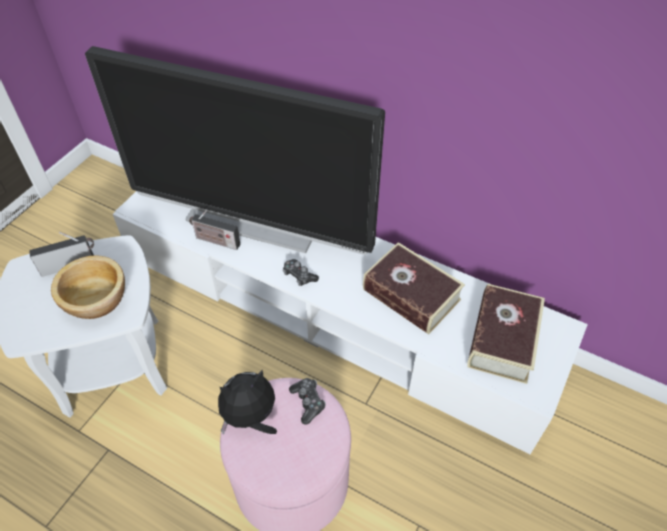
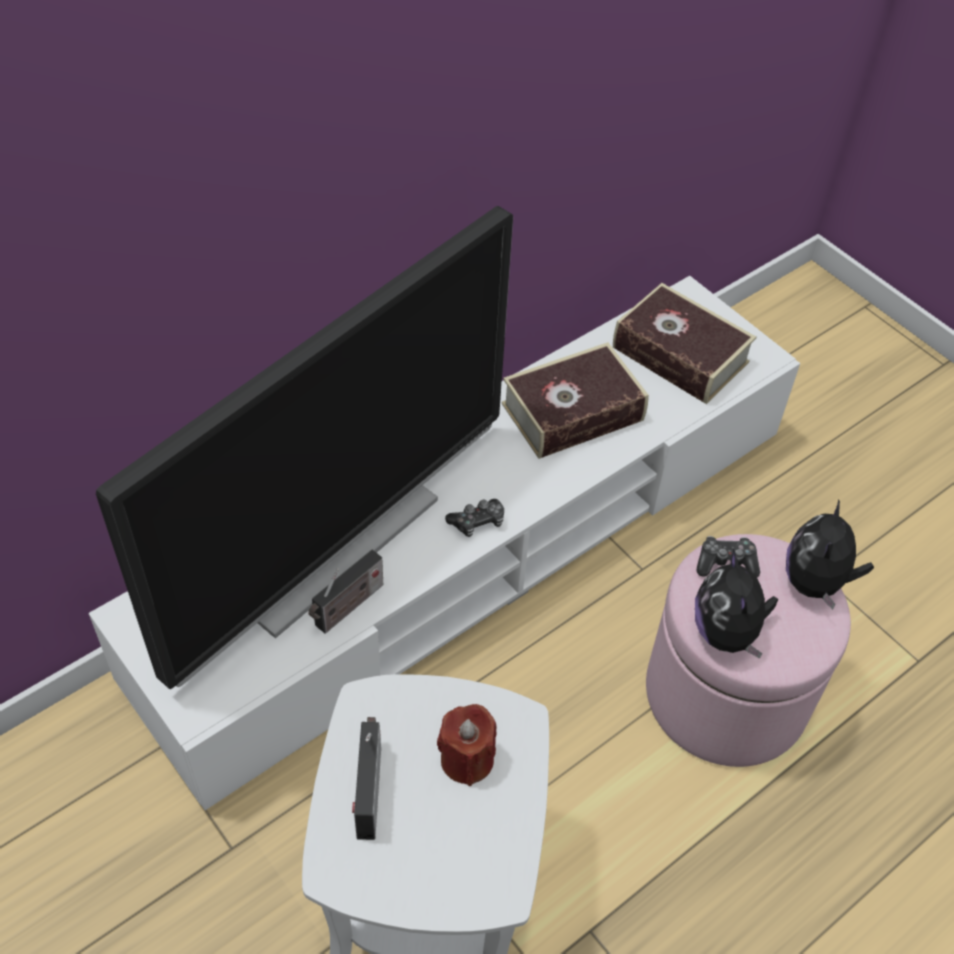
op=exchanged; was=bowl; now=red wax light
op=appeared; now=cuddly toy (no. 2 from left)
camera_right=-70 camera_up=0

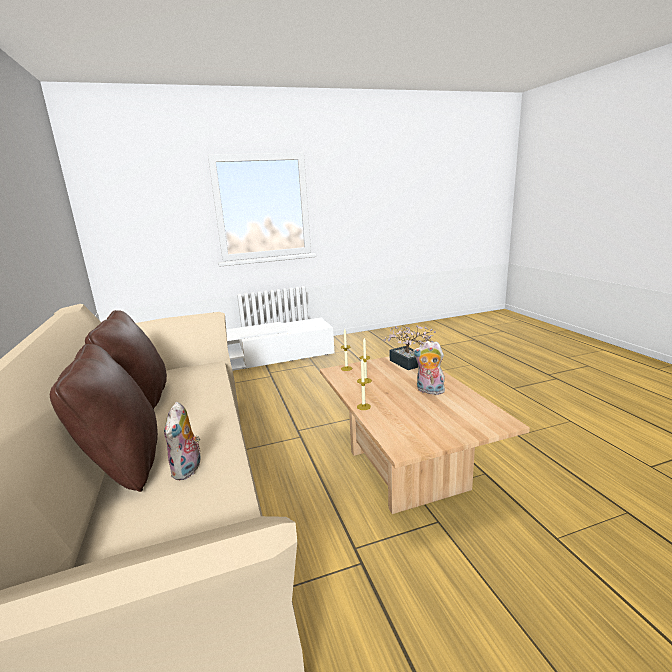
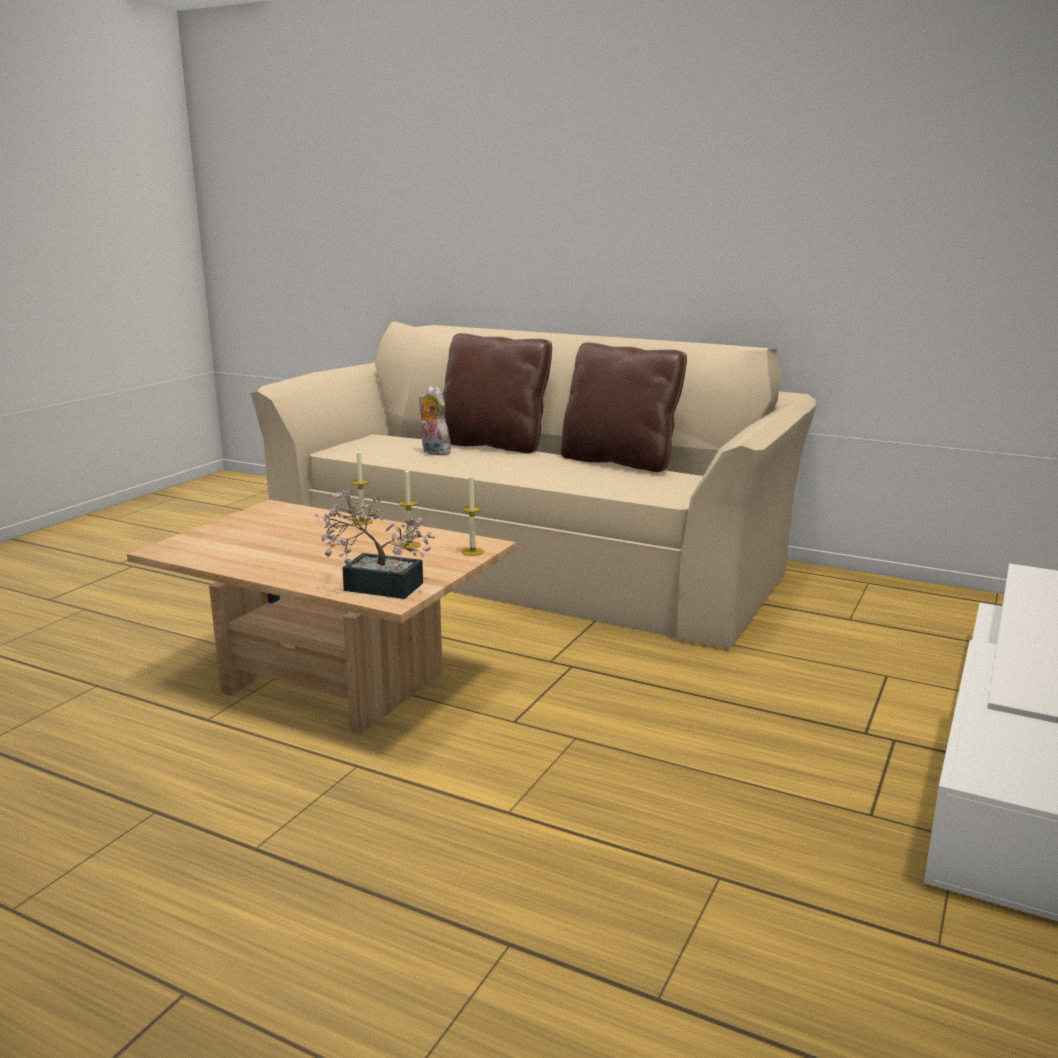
op=missing; was=cuddly toy (no. 2 from left)
camera_right=135 camera_up=0

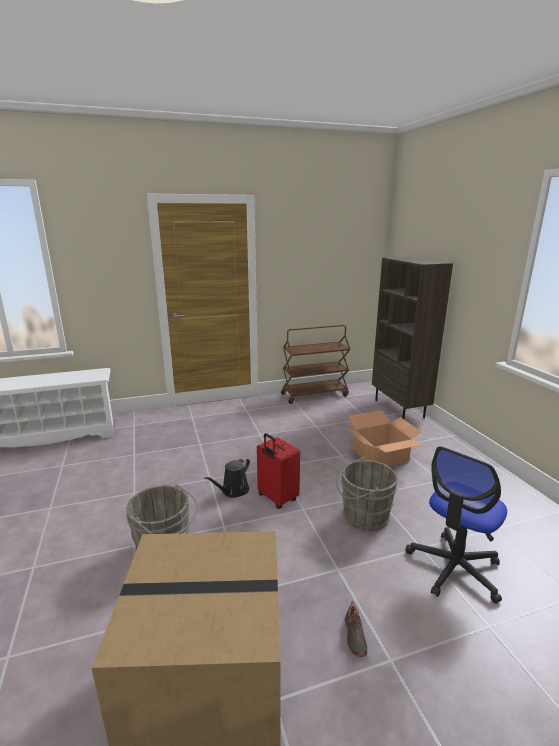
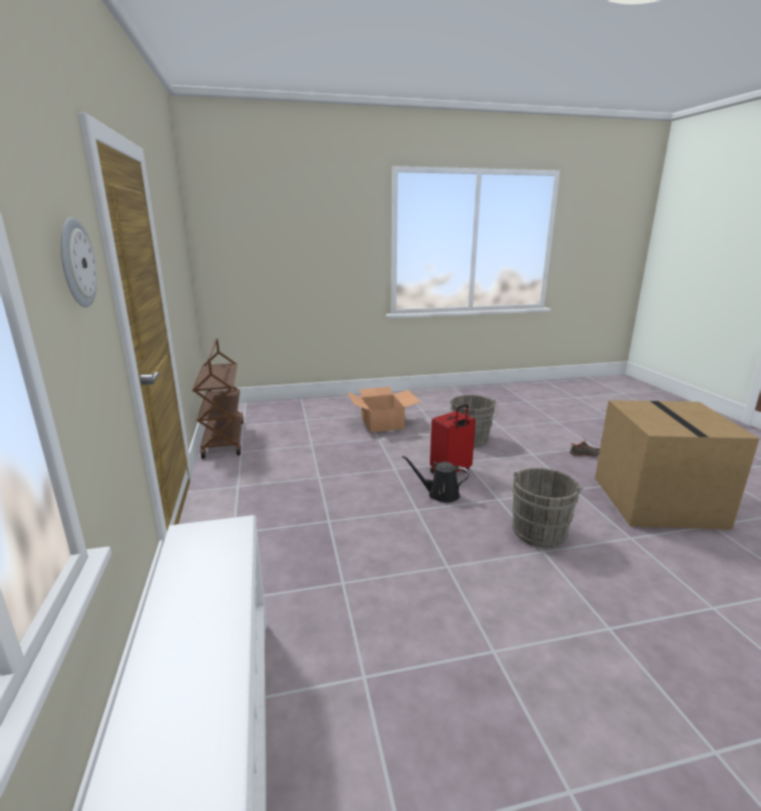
op=appeared; now=wall clock
op=spun; was=blackish watering can; clockwise=150
op=missing; was=brownish shelving unit
op=missing; was=desk chair
camera_right=-85 camera_up=0

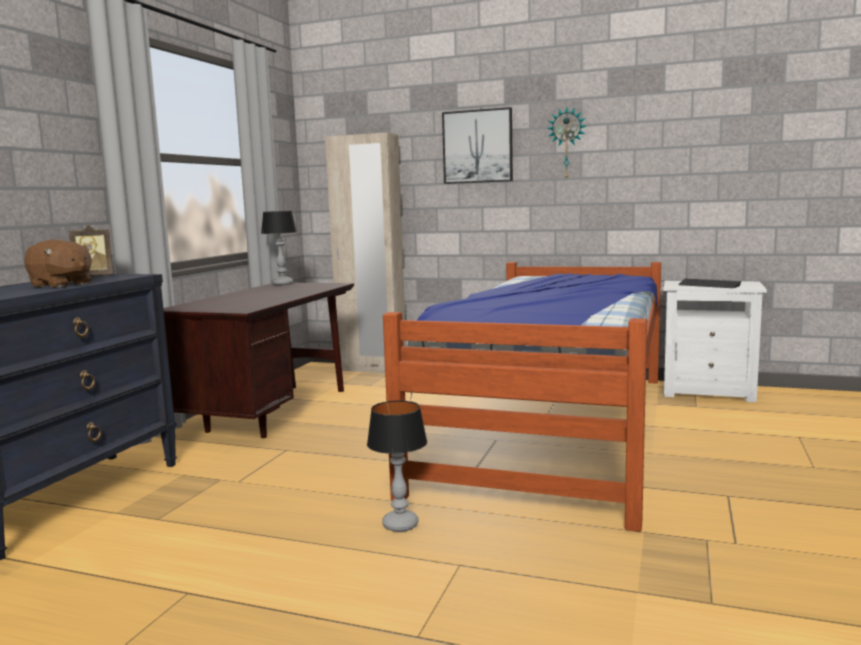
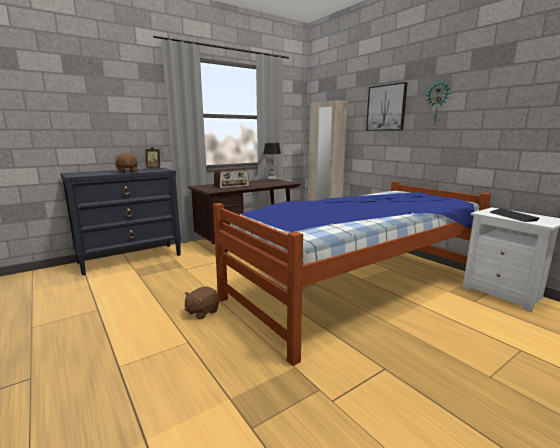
op=exchanged; was=lamp for a table (no. 2 from left); now=brownish cuddly toy (no. 2 from left)
op=appeared; now=radio set
camera_right=35 camera_up=5

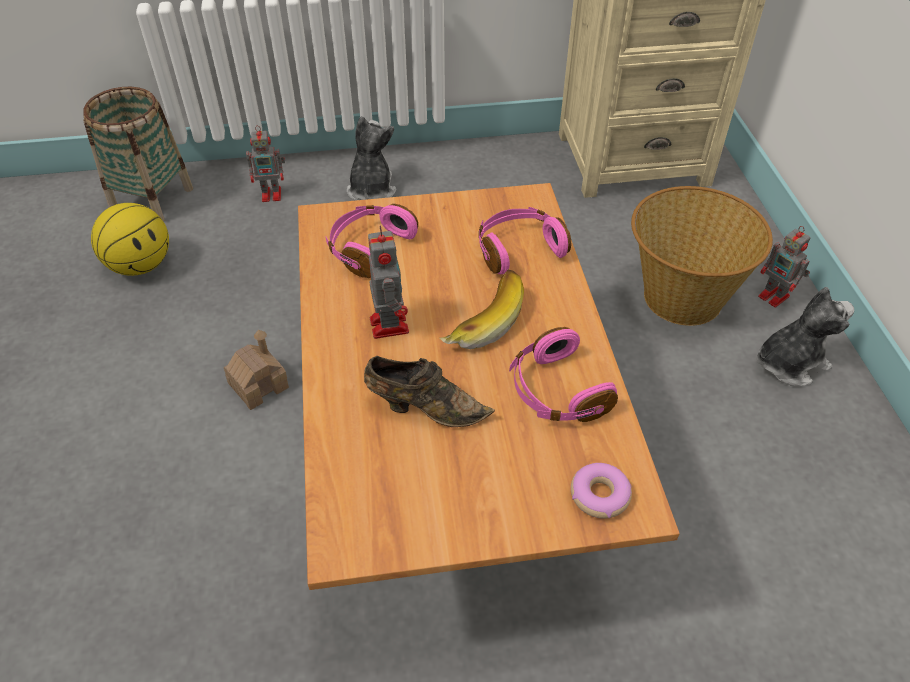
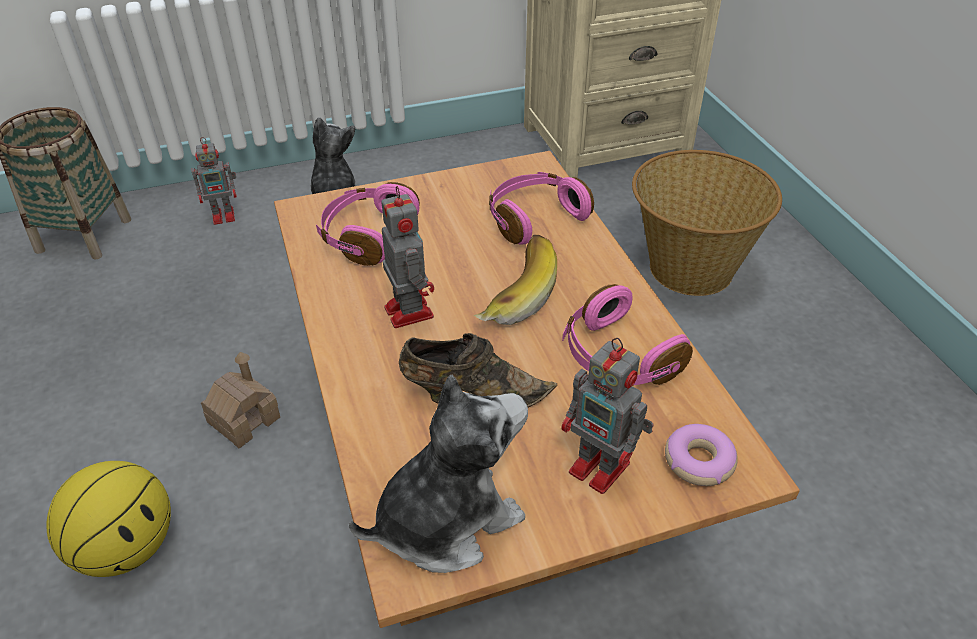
op=relocated; was=ball for basketball
op=relocated; was=cuddly toy (no. 2 from left)
op=relocated; was=robot figure (no. 3 from left)
camera_right=-10 camera_up=-5

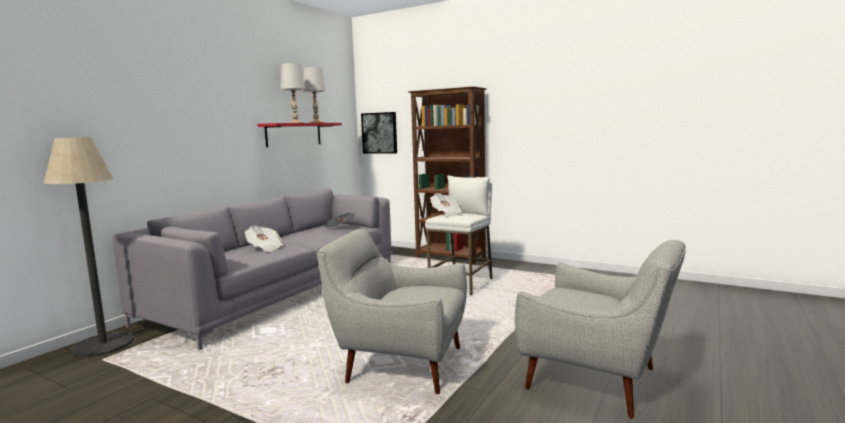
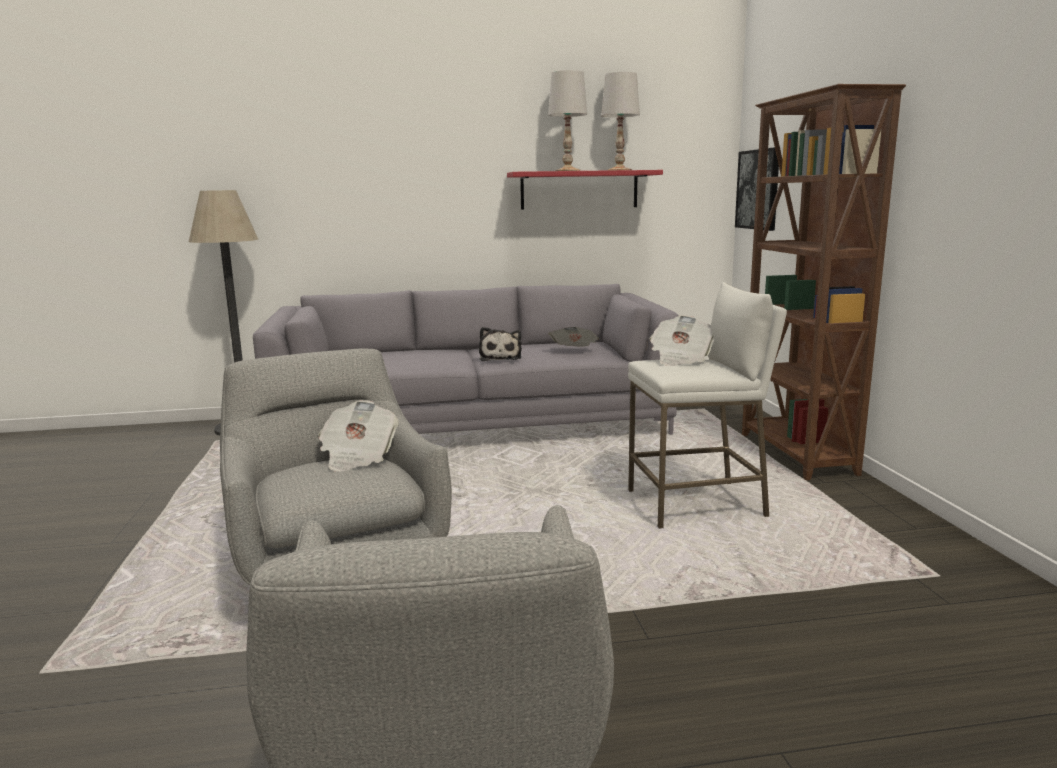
op=relocated; was=printed paper (no. 1 from left)
op=appeared; now=cuddly toy
camera_right=50 camera_up=5

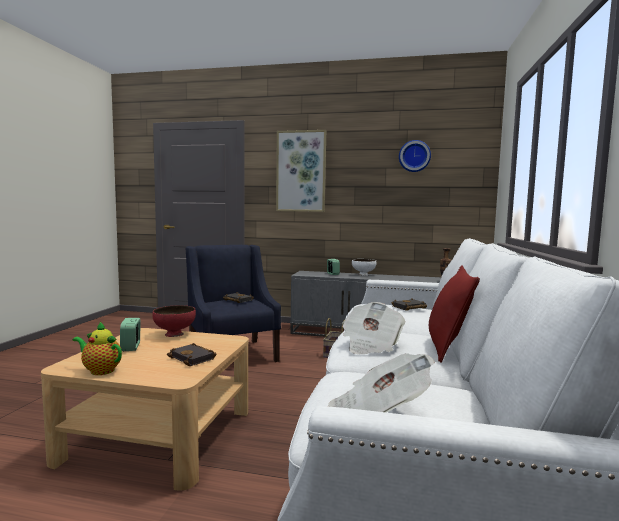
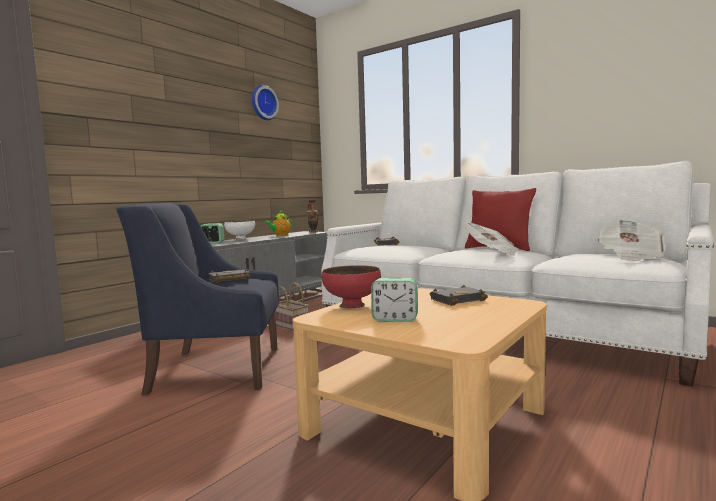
op=relocated; was=tea pot
op=missing; was=picture
camera_right=-65 camera_up=0

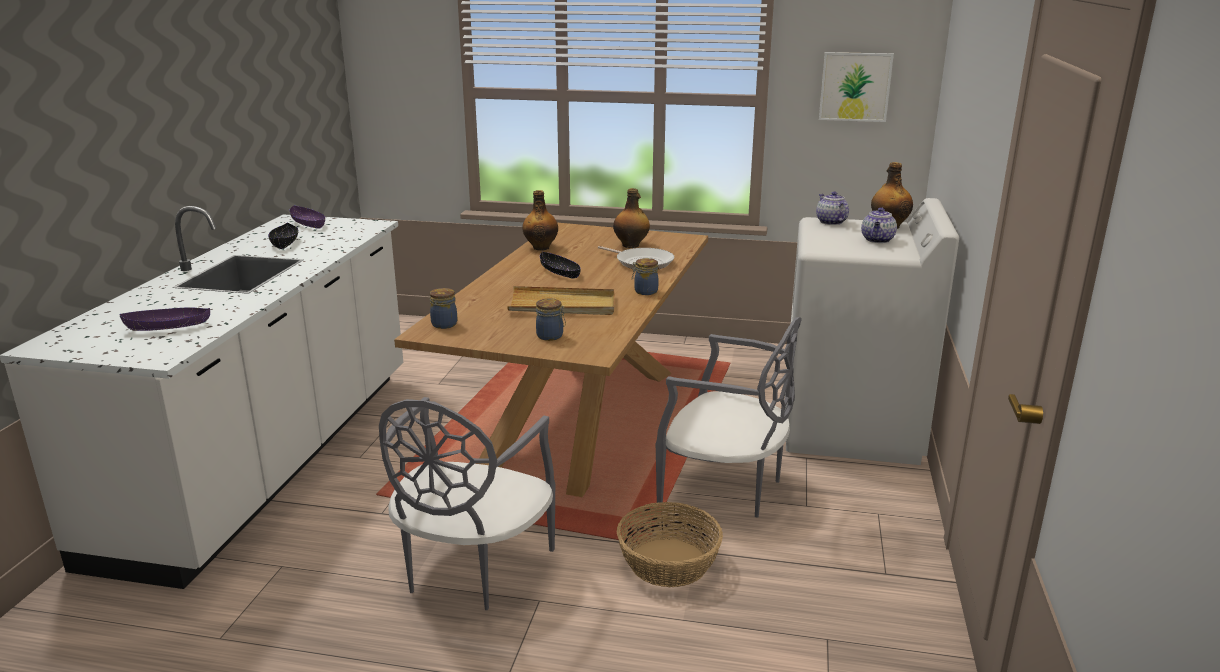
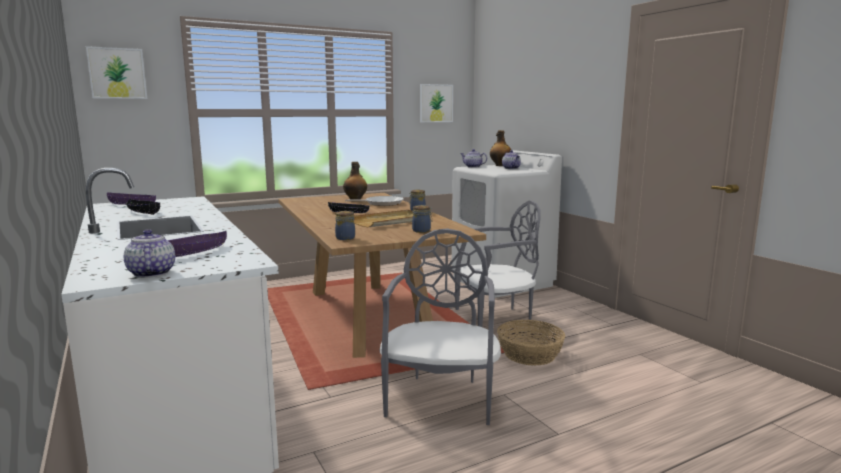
op=appeared; now=picture (no. 1 from left)
op=appeared; now=tea pot (no. 1 from left)
op=spun; was=grey plain chair (no. 1 from left); clockwise=-150
op=missing; was=drink bottle (no. 1 from left)
camera_right=-40 camera_up=-10

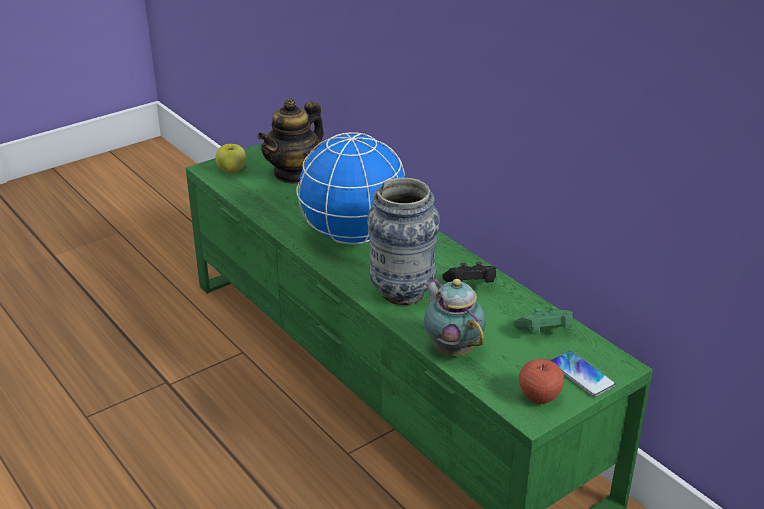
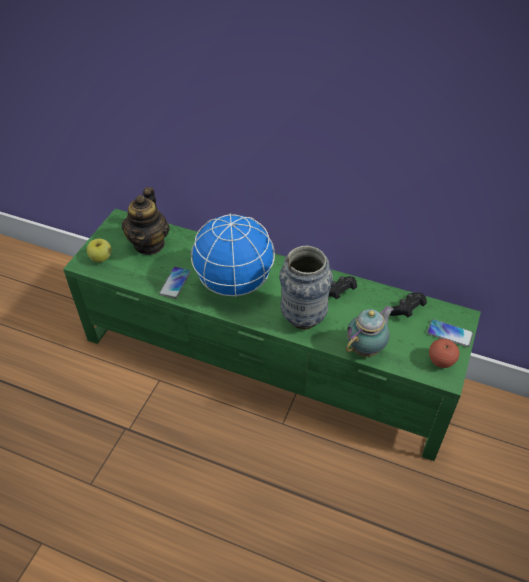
op=appeared; now=phone (no. 1 from left)
op=spun; was=tea pot (no. 2 from left); clockwise=105
op=colour; was=green-coloured gamepad; now=blackish gamepad (no. 2 from left)
camera_right=-30 camera_up=15

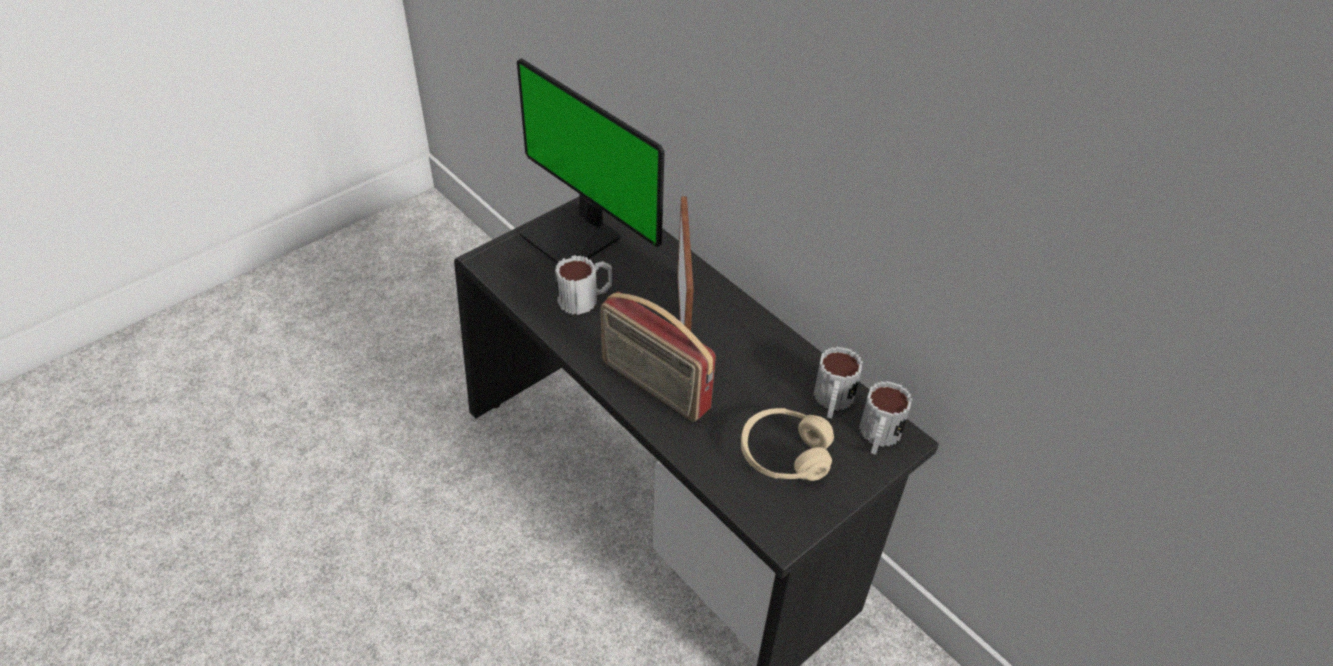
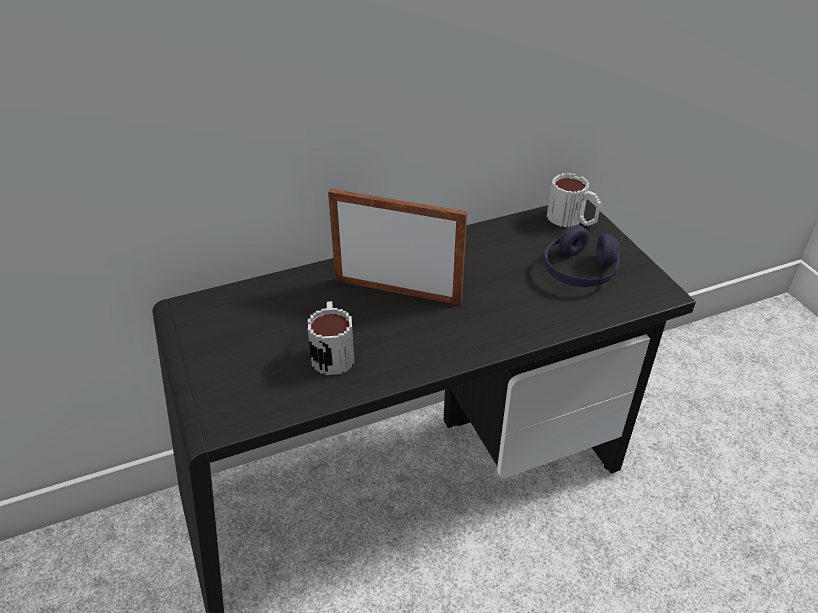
op=colour; was=sand-coloured headphones; now=purple-coloured headphones
op=missing; was=monitor
op=missing; was=radio set
op=missing; was=tea mug (no. 2 from left)
camera_right=-70 camera_up=-5

